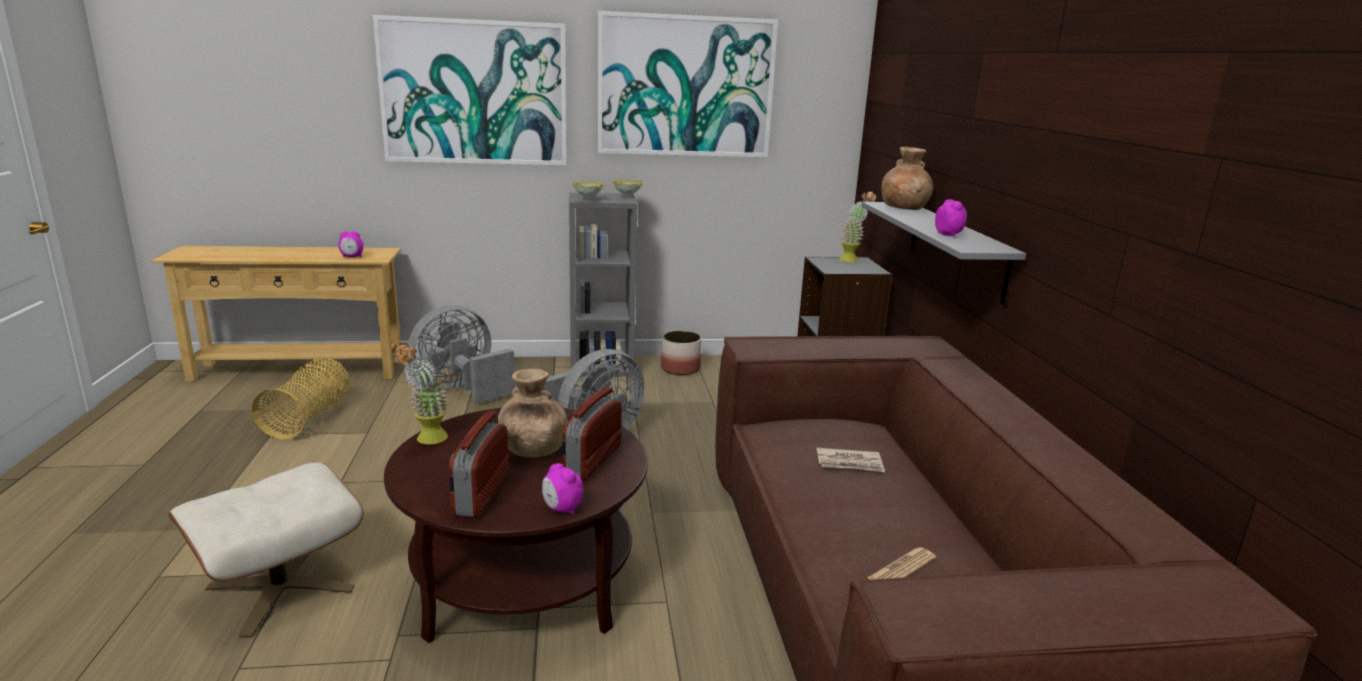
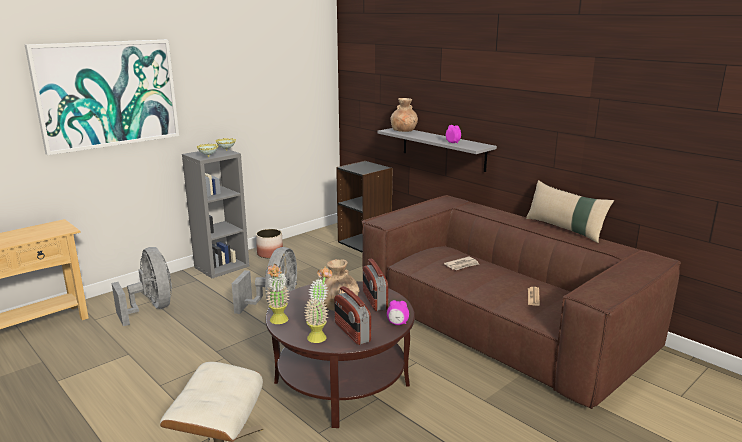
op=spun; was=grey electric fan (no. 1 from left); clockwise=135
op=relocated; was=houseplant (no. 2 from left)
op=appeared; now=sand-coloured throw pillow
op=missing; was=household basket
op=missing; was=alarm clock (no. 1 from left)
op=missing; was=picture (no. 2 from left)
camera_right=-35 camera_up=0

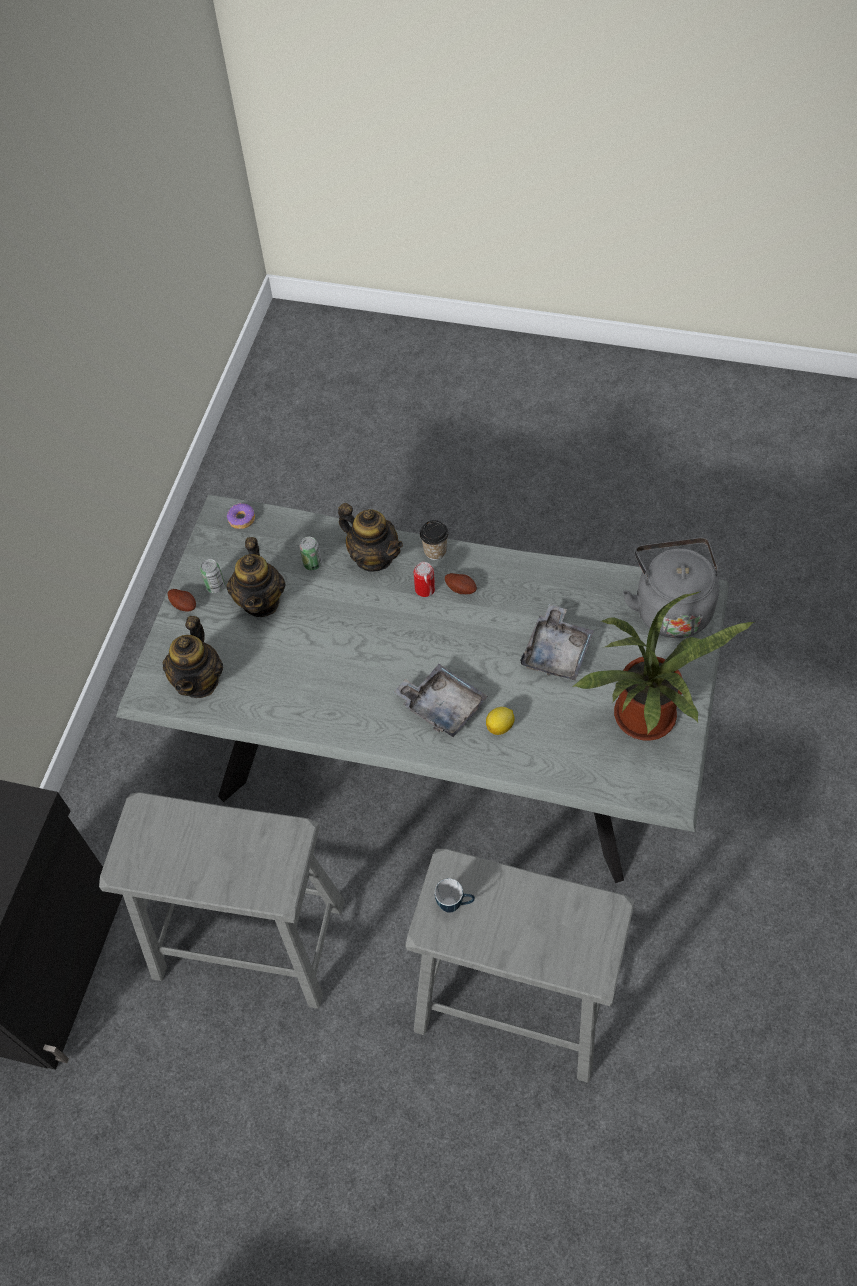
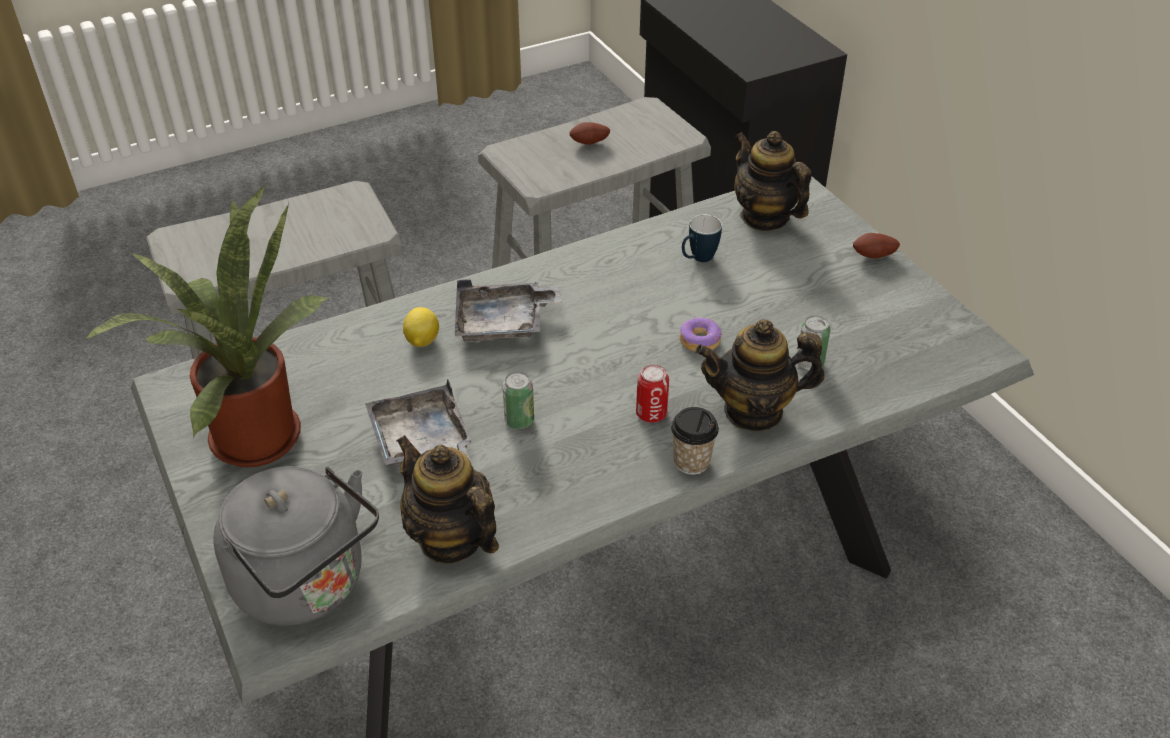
op=relocated; was=tea pot (no. 2 from left in the first image); now=tea pot (no. 1 from left)
op=relocated; was=metal can (no. 1 from left)
op=relocated; was=potato (no. 2 from left in the first image); now=potato (no. 1 from left)
op=relocated; was=donut
op=relocated; was=tea mug
camera_right=135 camera_up=-15

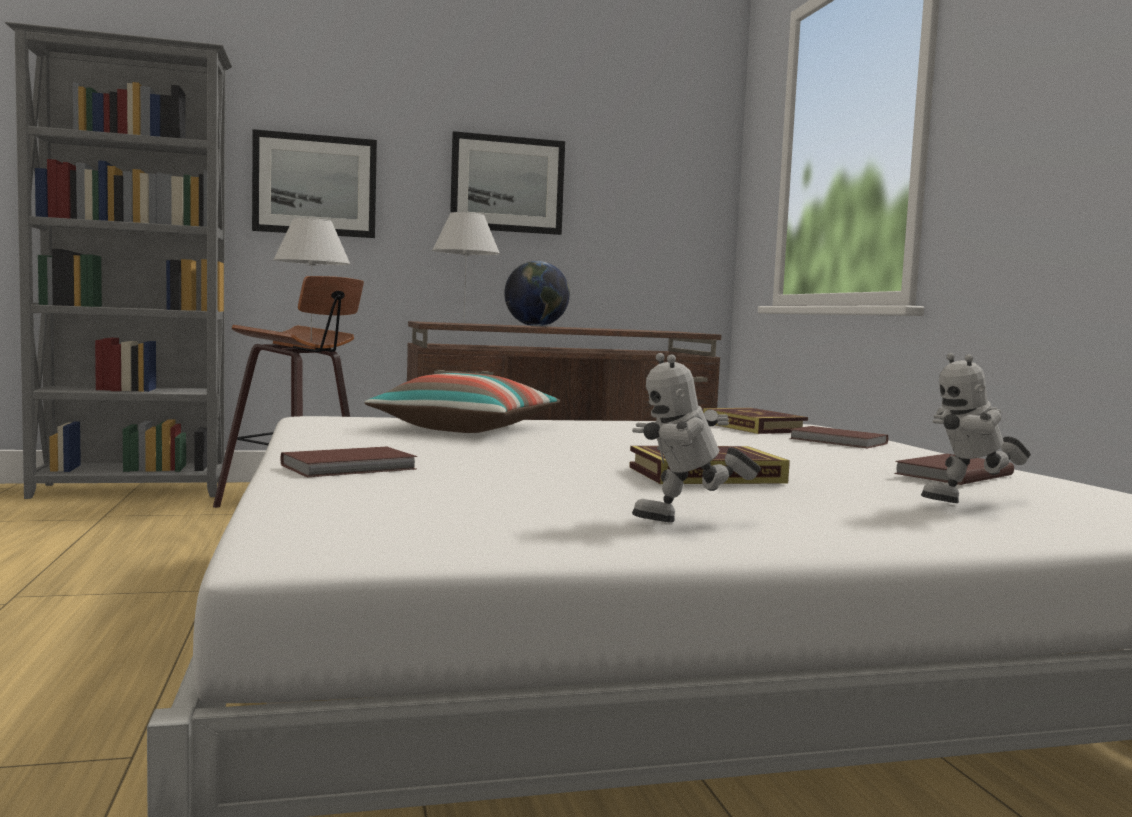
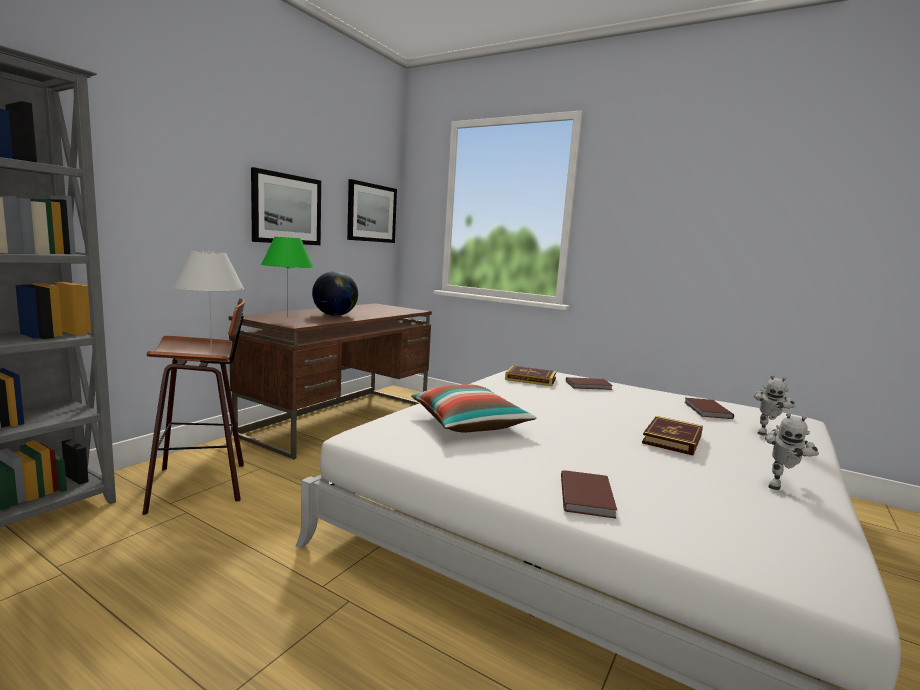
op=colour; was=whitish lamp for a table (no. 2 from left); now=green-coloured lamp for a table
op=relocated; was=picture (no. 1 from left in the first image); now=picture (no. 2 from left)
camera_right=-45 camera_up=5

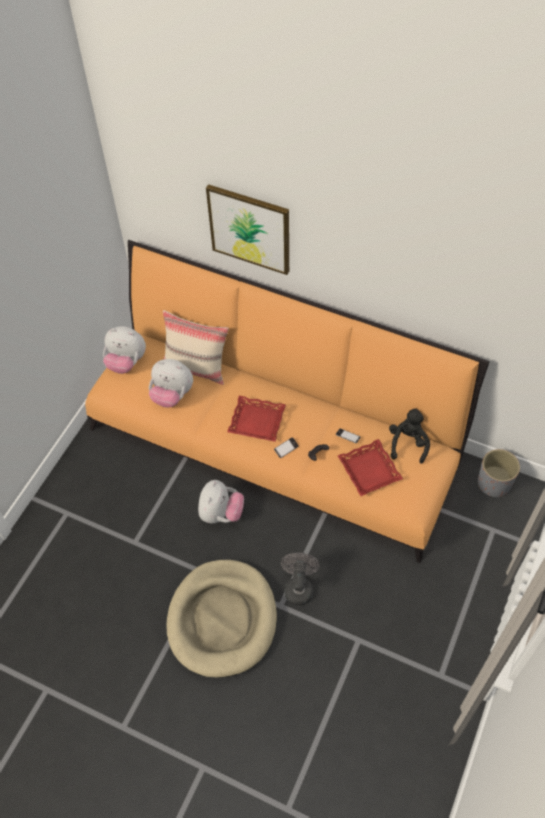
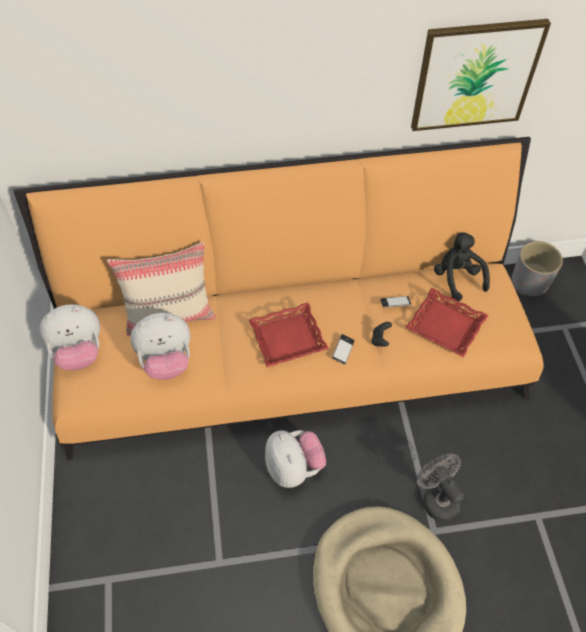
op=relocated; was=picture
camera_right=-35 camera_up=0

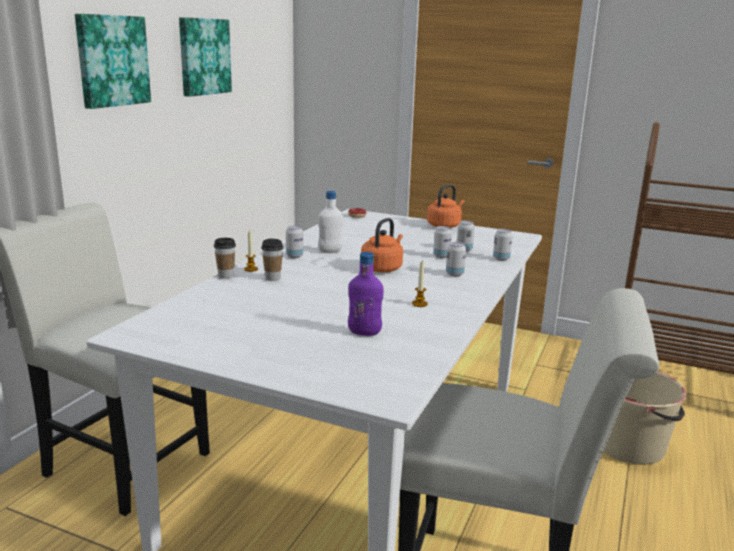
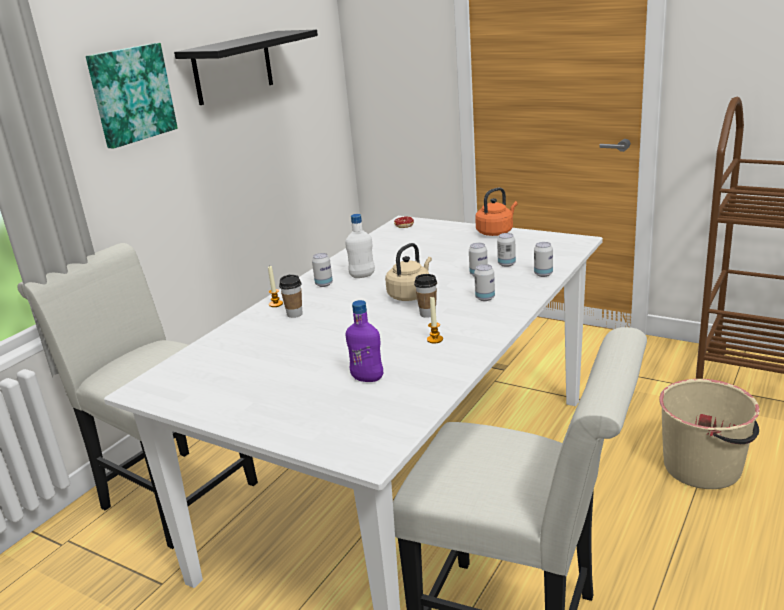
op=exchanged; was=picture (no. 2 from left); now=blackish bracket shelf
op=colour; was=orangey kettle (no. 1 from left); now=sand-coloured kettle
op=relocated; was=drinking cup (no. 1 from left in the first image); now=drinking cup (no. 2 from left)
camera_right=10 camera_up=5

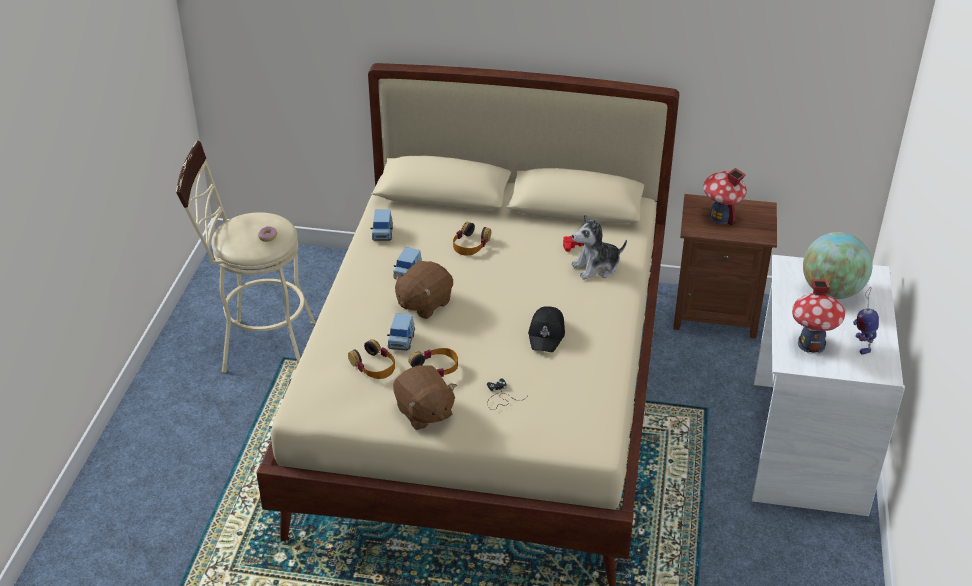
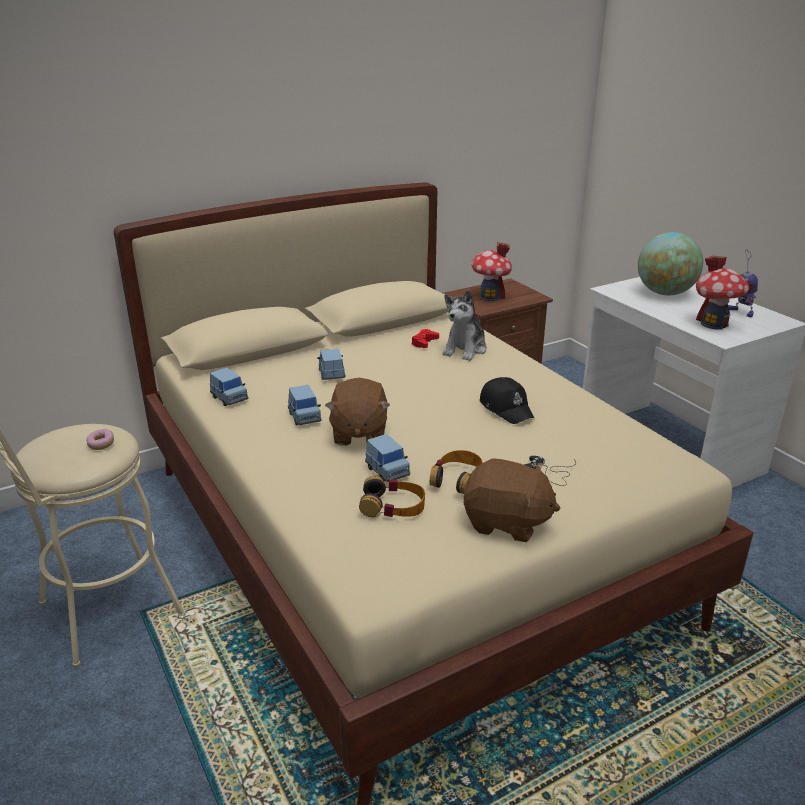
op=exchanged; was=headphones (no. 3 from left); now=blue-coloured toy car (no. 3 from left)
camera_right=-40 camera_up=-10

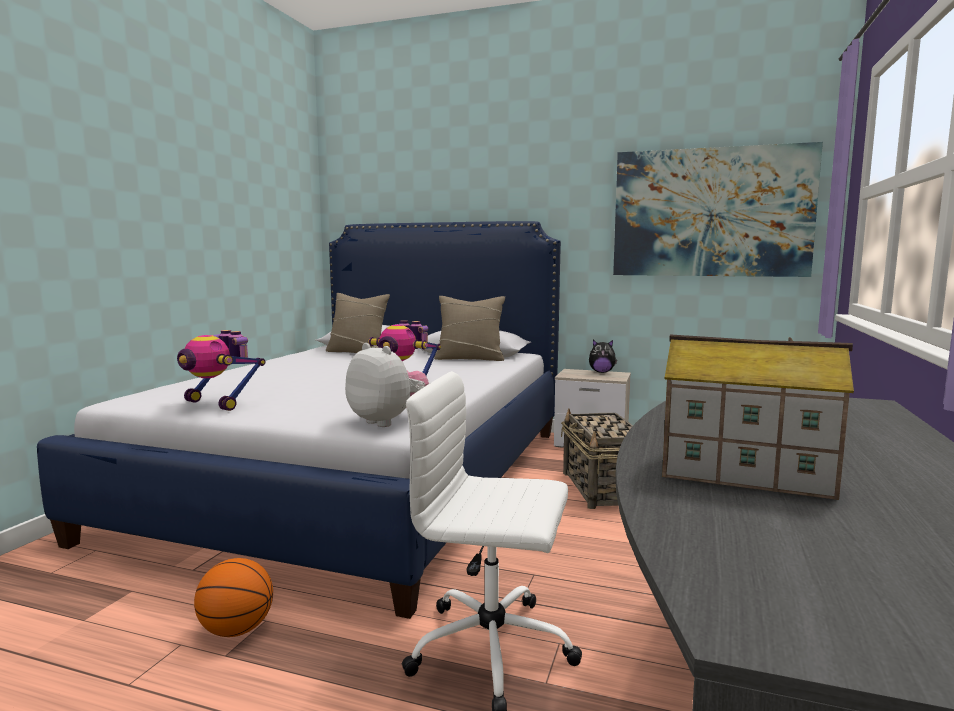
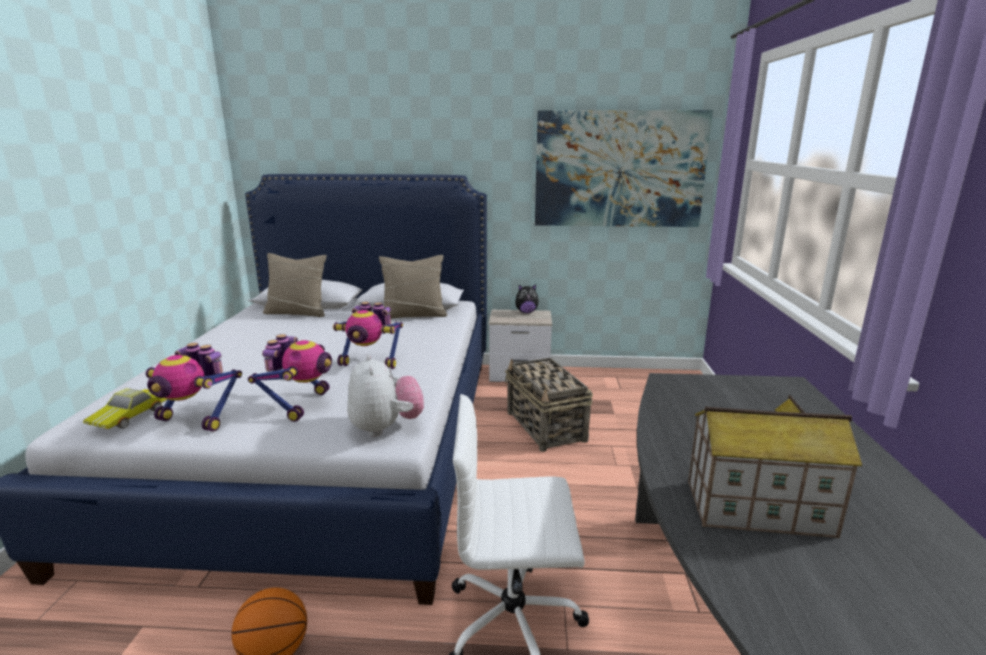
op=appeared; now=toy car
op=appeared; now=robot figure (no. 2 from left)
op=spun; was=cuddly toy (no. 1 from left); clockwise=45
camera_right=-15 camera_up=10

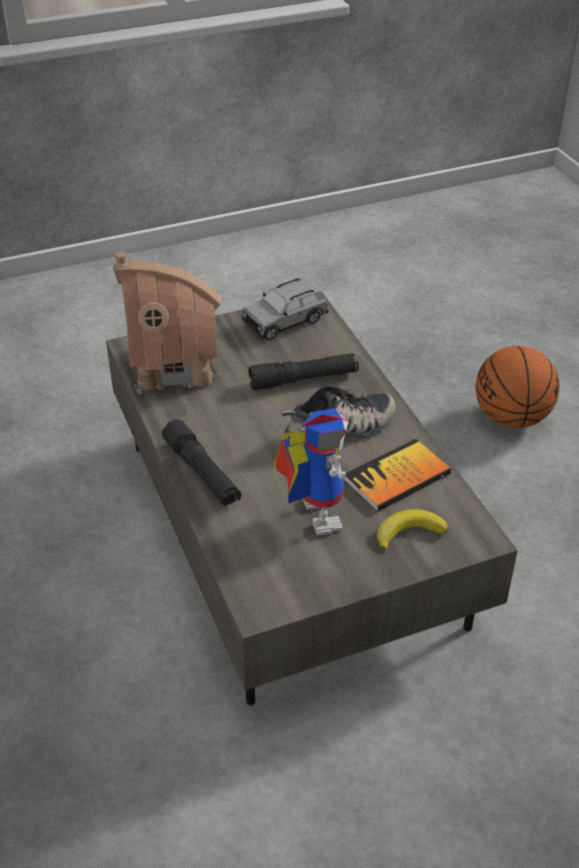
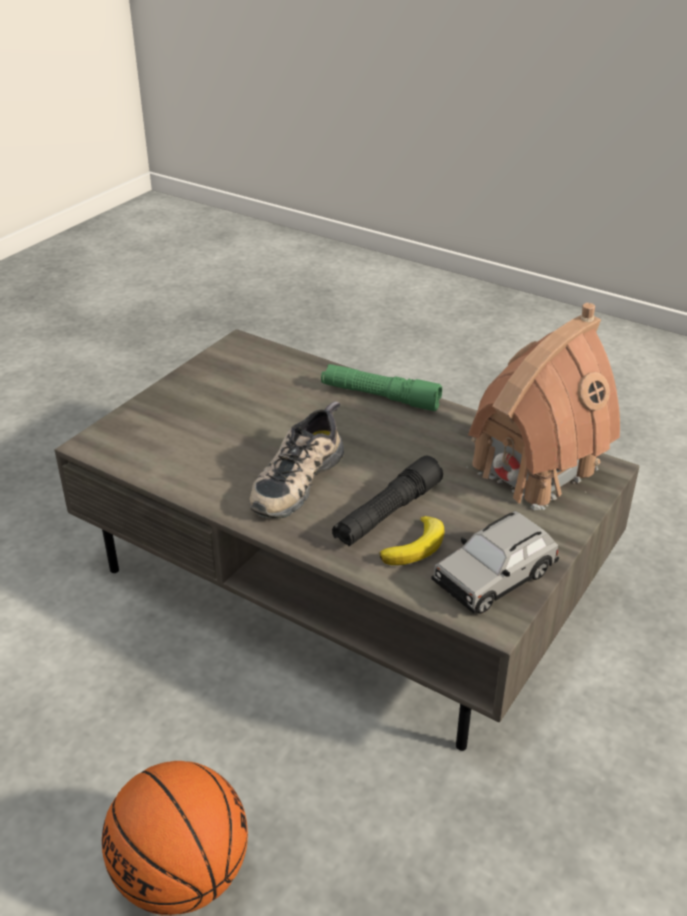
op=colour; was=blackish torch (no. 1 from left); now=green-coloured torch
op=relocated; was=banana
op=spun; was=grey toy car; clockwise=-150
op=missing; was=robot figure
op=missing; was=bound book
camera_right=145 camera_up=-5

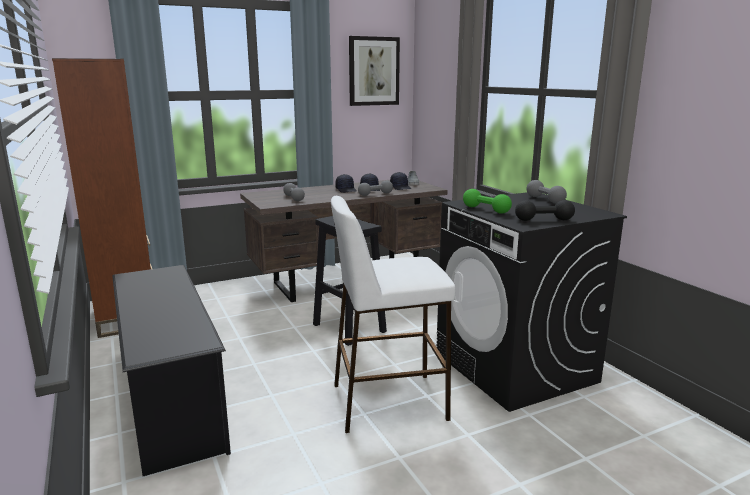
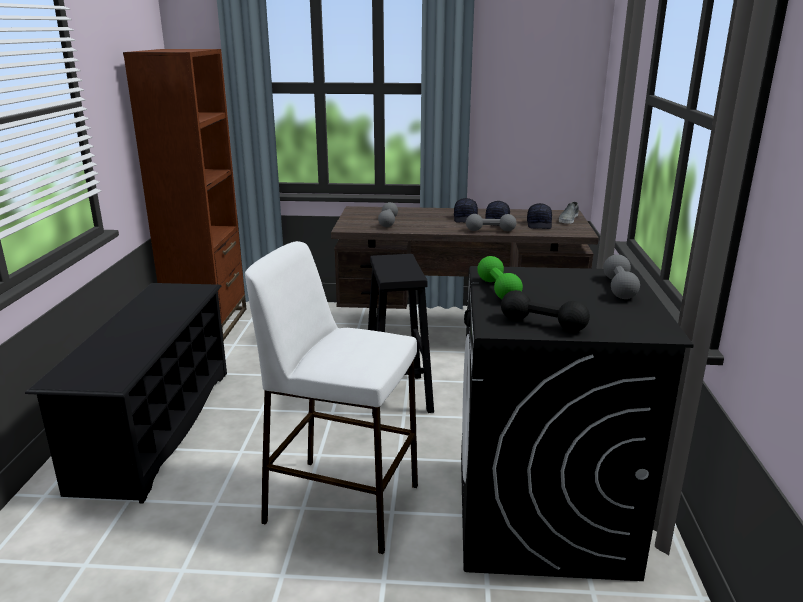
op=missing; was=picture
camera_right=30 camera_up=5

